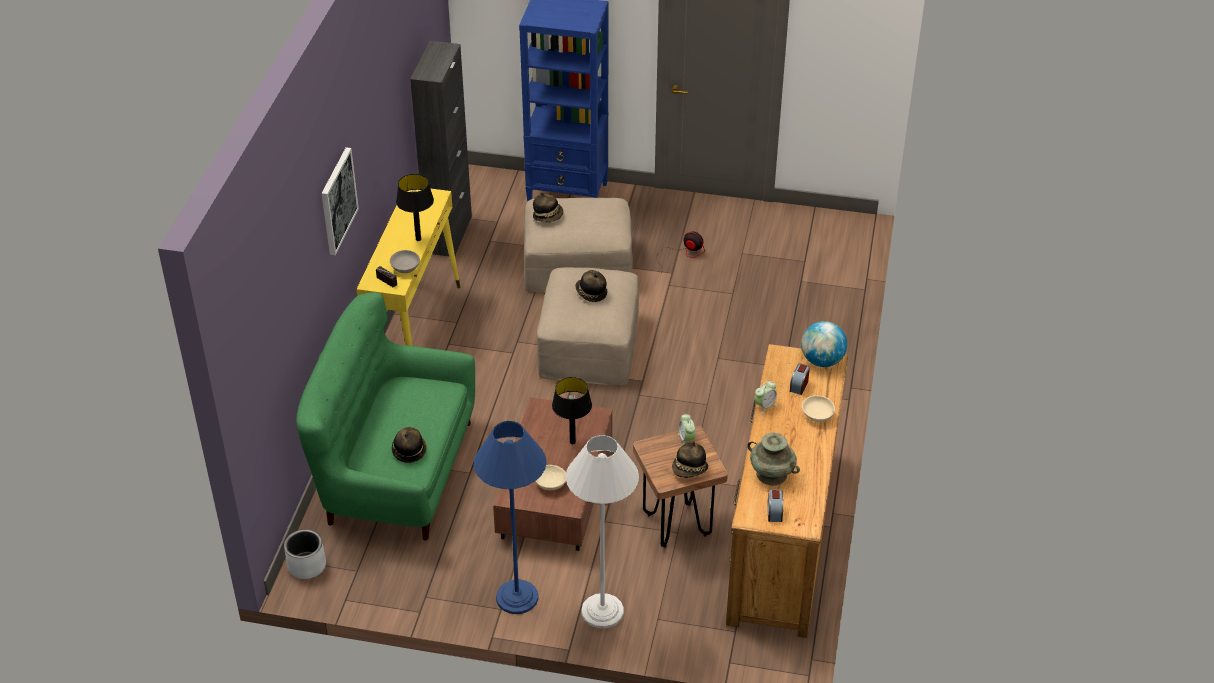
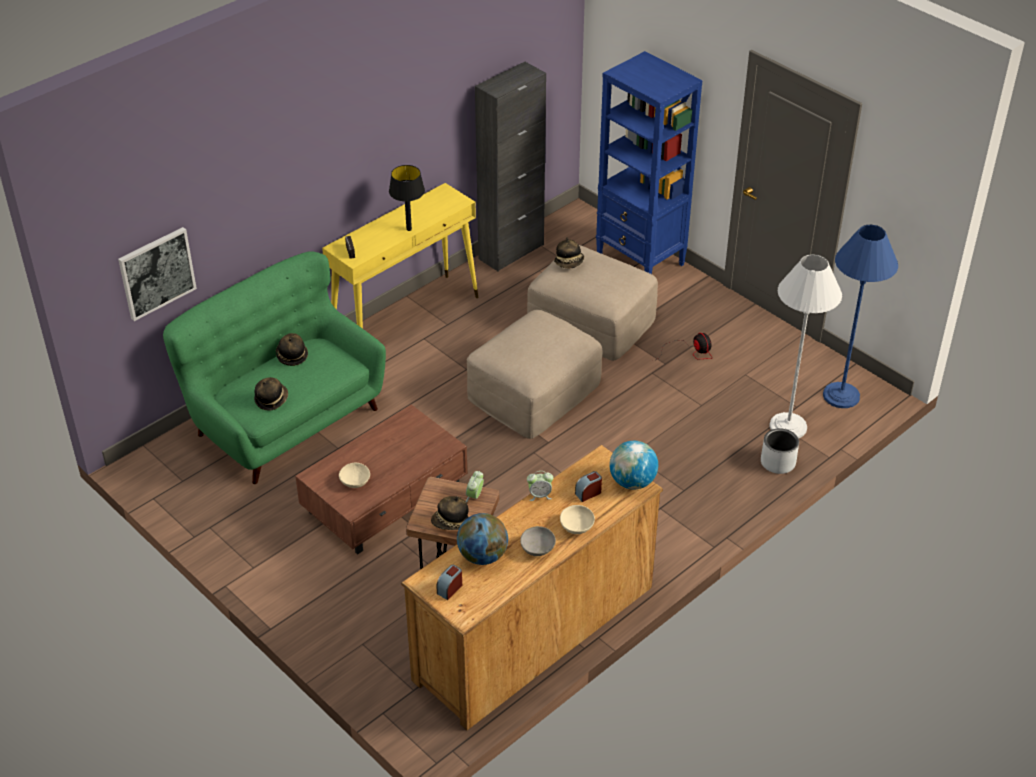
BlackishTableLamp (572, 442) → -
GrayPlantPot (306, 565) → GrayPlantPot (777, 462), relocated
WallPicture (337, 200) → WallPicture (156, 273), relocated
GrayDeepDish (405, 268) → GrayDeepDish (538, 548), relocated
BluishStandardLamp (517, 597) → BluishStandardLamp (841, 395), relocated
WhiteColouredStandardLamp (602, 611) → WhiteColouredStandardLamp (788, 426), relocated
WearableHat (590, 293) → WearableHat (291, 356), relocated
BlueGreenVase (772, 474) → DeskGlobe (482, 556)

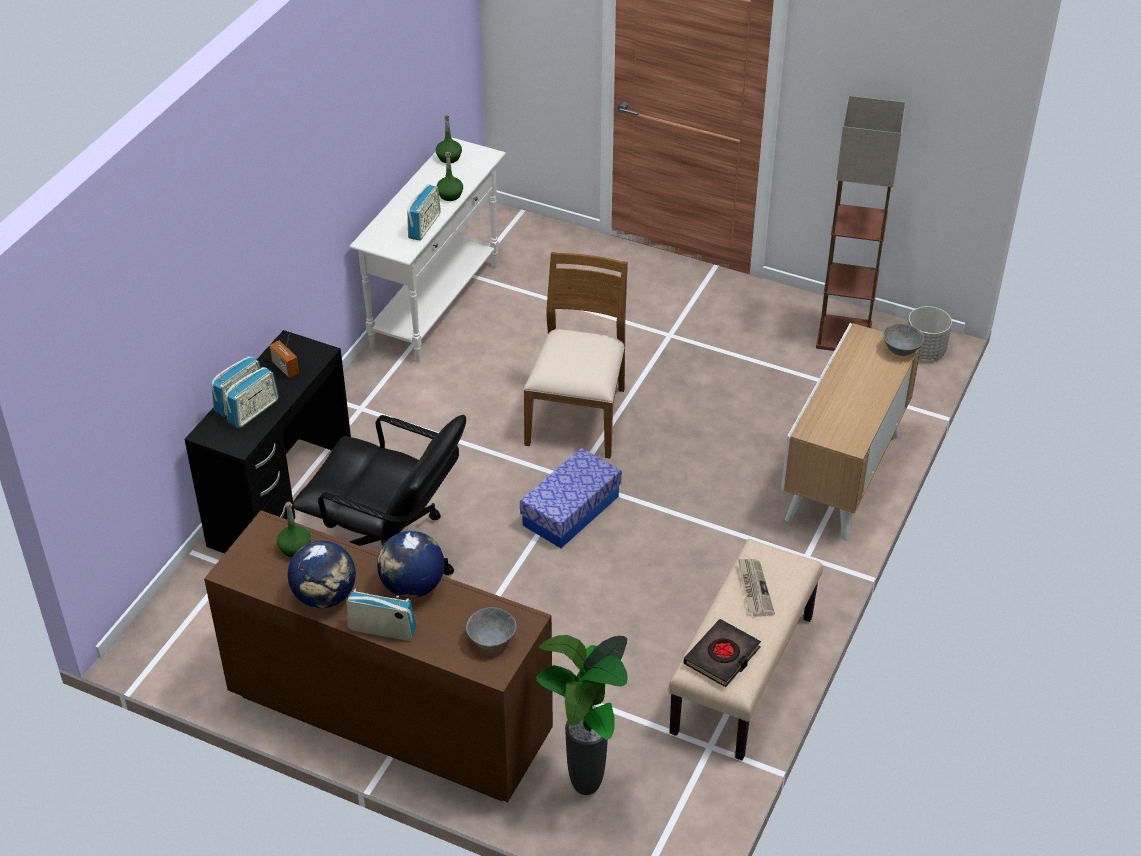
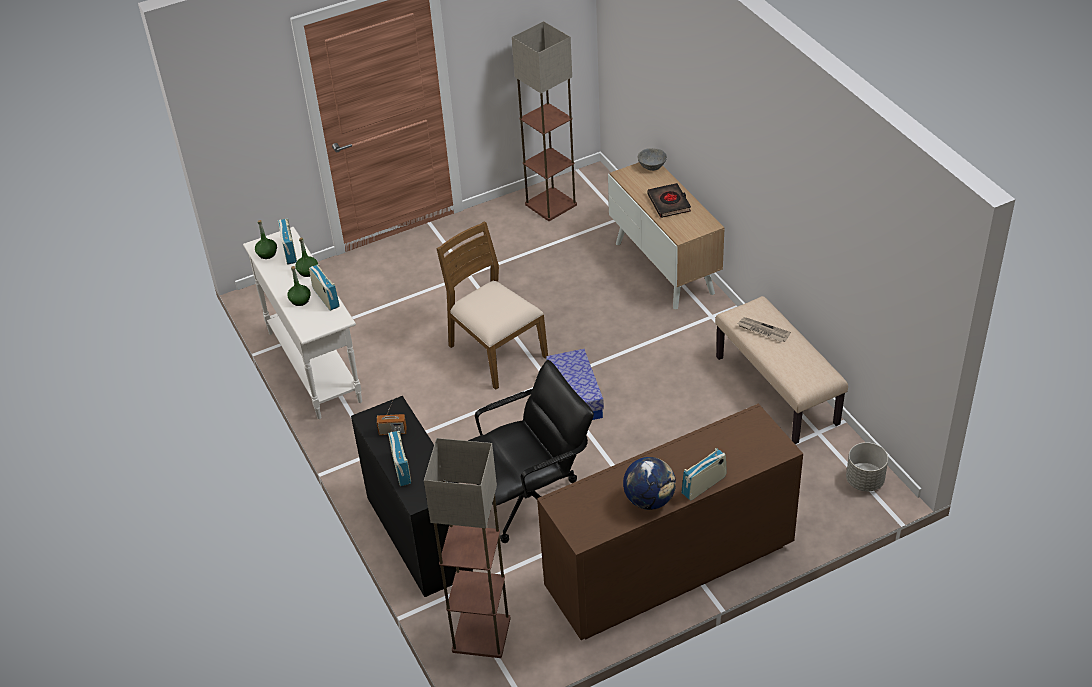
DeskGlobe (412, 586) → -
GrayDeepDish (491, 640) → -
PottedPlant (587, 789) → -
- → StandardLamp (482, 634)
RadioReceiver (254, 411) → RadioReceiver (289, 252), relocated
GreenBeverageBottle (295, 548) → GreenBeverageBottle (300, 300), relocated
BlackishBoundBook (722, 656) → BlackishBoundBook (669, 203), relocated
GrayPlantPot (924, 350) → GrayPlantPot (865, 481), relocated

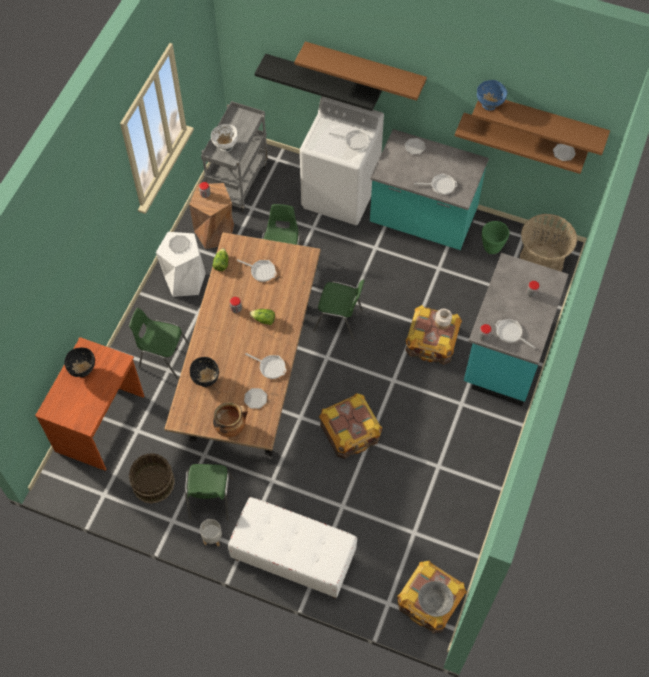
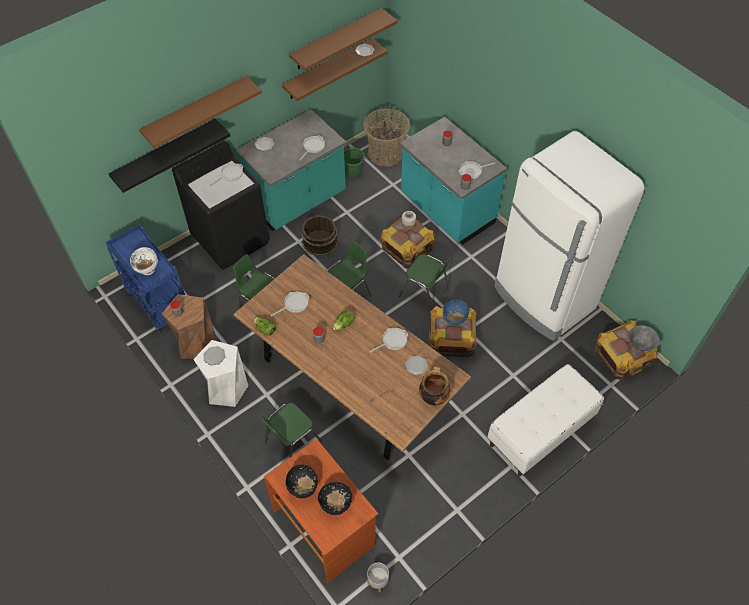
- → WhiteColouredFridge (543, 299)
BrownColouredBucket (152, 482) → BrownColouredBucket (319, 242), relocated
GreenPlainChair (210, 500) → GreenPlainChair (425, 293), relocated
BlackishDeepDish (206, 380) → BlackishDeepDish (336, 505), relocated
GrayPlantPot (212, 538) → GrayPlantPot (377, 582), relocated
BluishDeepDish (489, 105) → BluishDeepDish (454, 321), relocated
GrayCart (238, 181) → BluishCart (157, 302)
WhiteColouredLaundryMachine (341, 194) → BlackishLaundryMachine (231, 239)

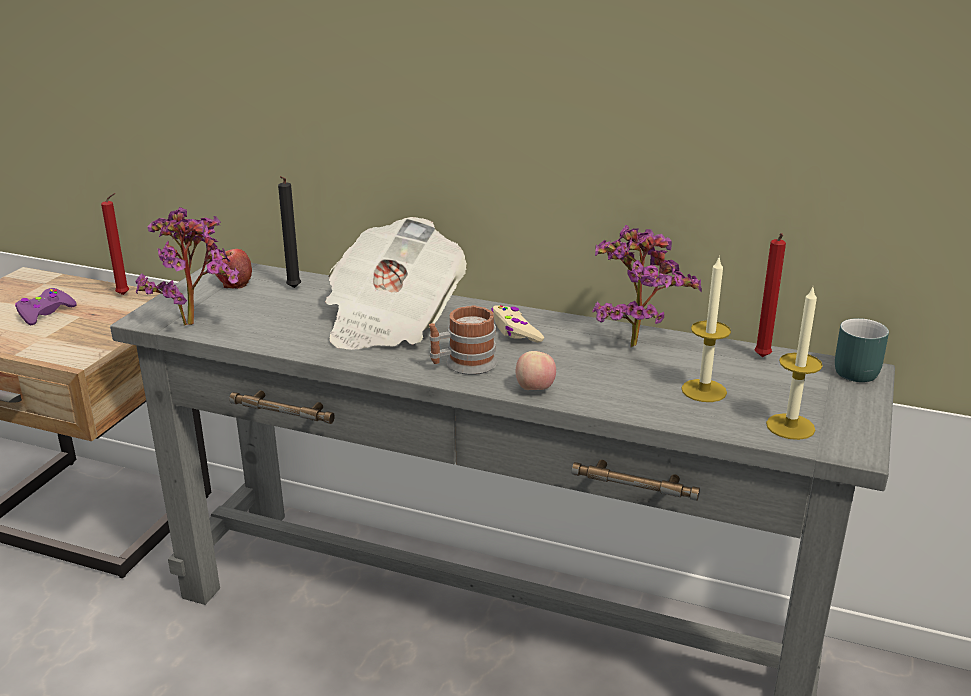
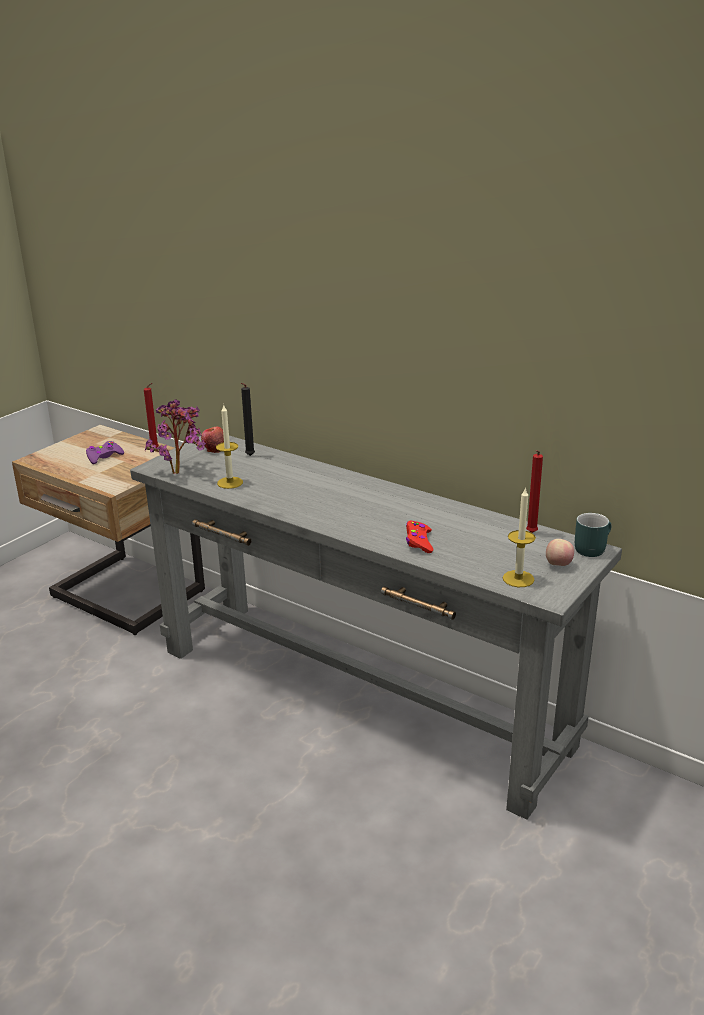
PrintedPaper (390, 321) → -
Mug (463, 365) → -
BeigeColouredGameController (515, 331) → -
PottedPlant (633, 342) → -
- → RedGameController (419, 542)
AppleFruit (535, 389) → AppleFruit (558, 565), relocated
WaxLight (704, 390) → WaxLight (230, 482), relocated

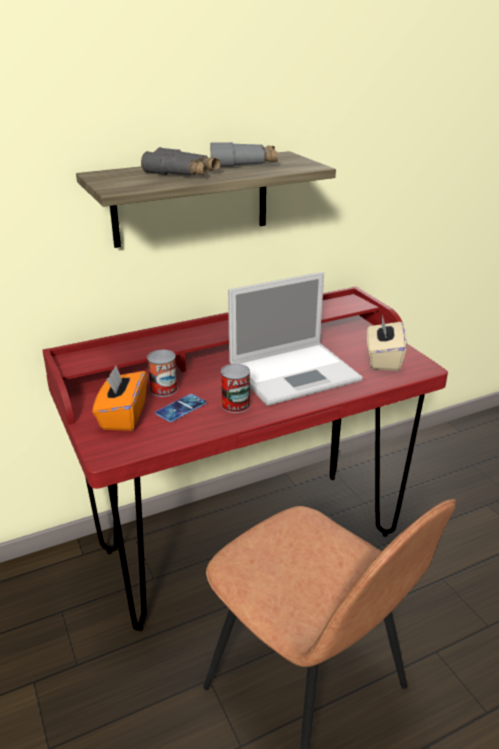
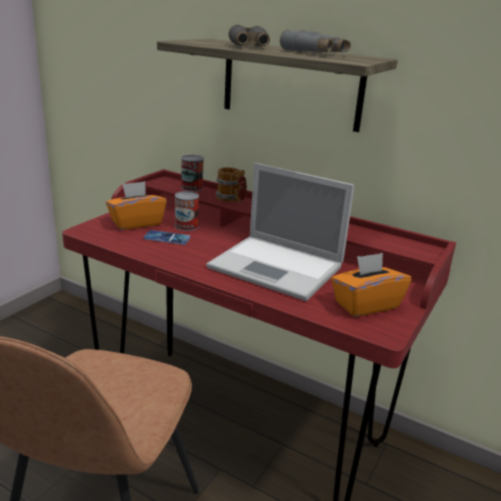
- → Mug (231, 199)
Can (235, 405) → Can (192, 187), relocated
BeigeColouredTissueHolder (383, 359) → OrangeTissueHolder (365, 304)

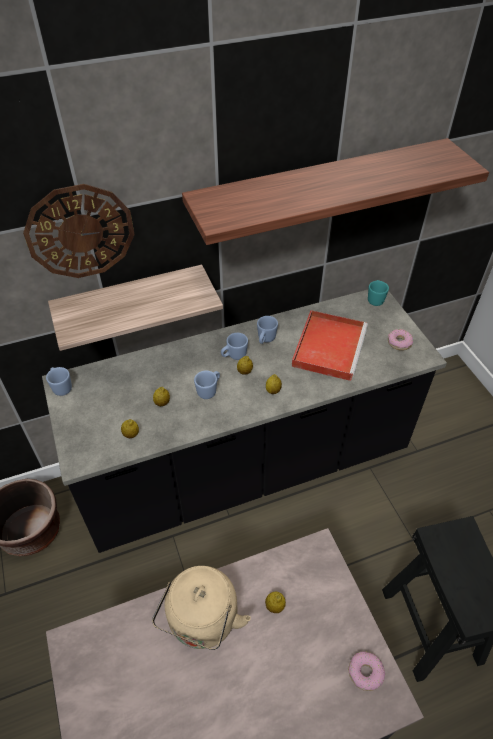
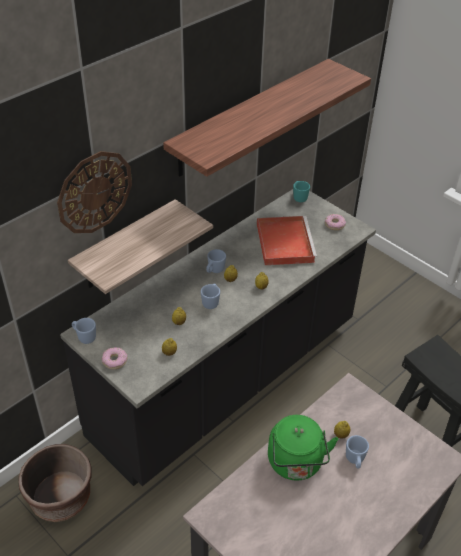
BluishMug (265, 340) → BluishMug (355, 460), relocated
Doughnut (365, 672) → Doughnut (115, 361), relocated
BeigeColouredKettle (202, 622) → GreenKettle (296, 464)

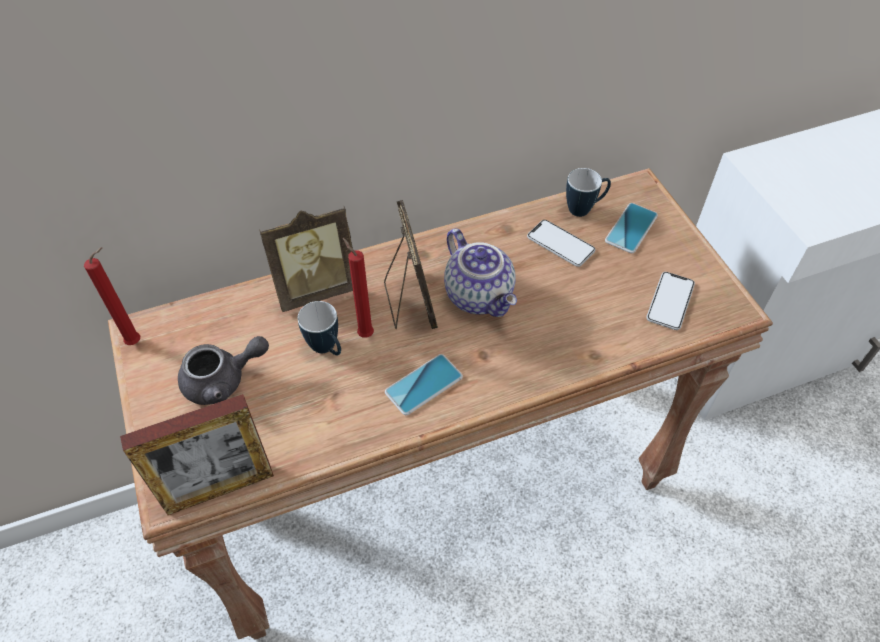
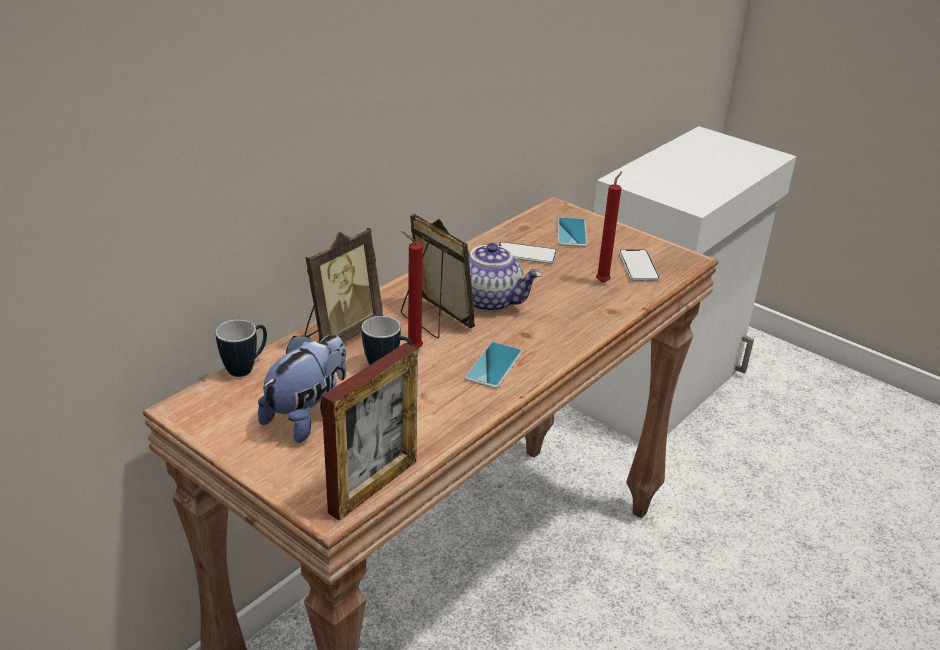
RedWaxLight (137, 341) → RedWaxLight (603, 281), relocated
Mug (584, 209) → Mug (246, 368), relocated
GrayTeapot (223, 381) → SoftToy (308, 416)

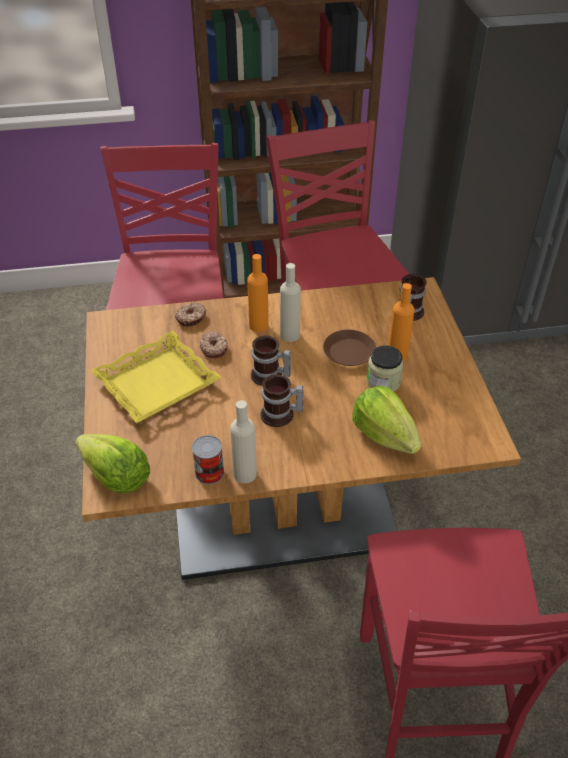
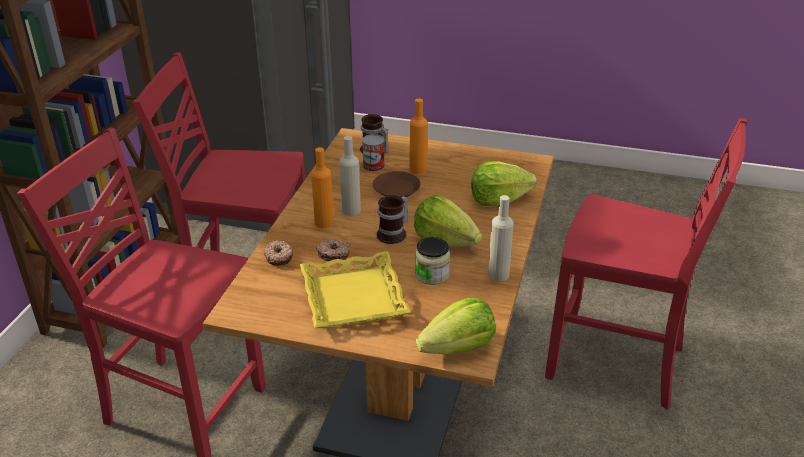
Can (209, 472) → Can (373, 166), relocated
StorageJar (383, 382) → StorageJar (432, 275), relocated
Mug (280, 416) → LettuceHead (445, 240)

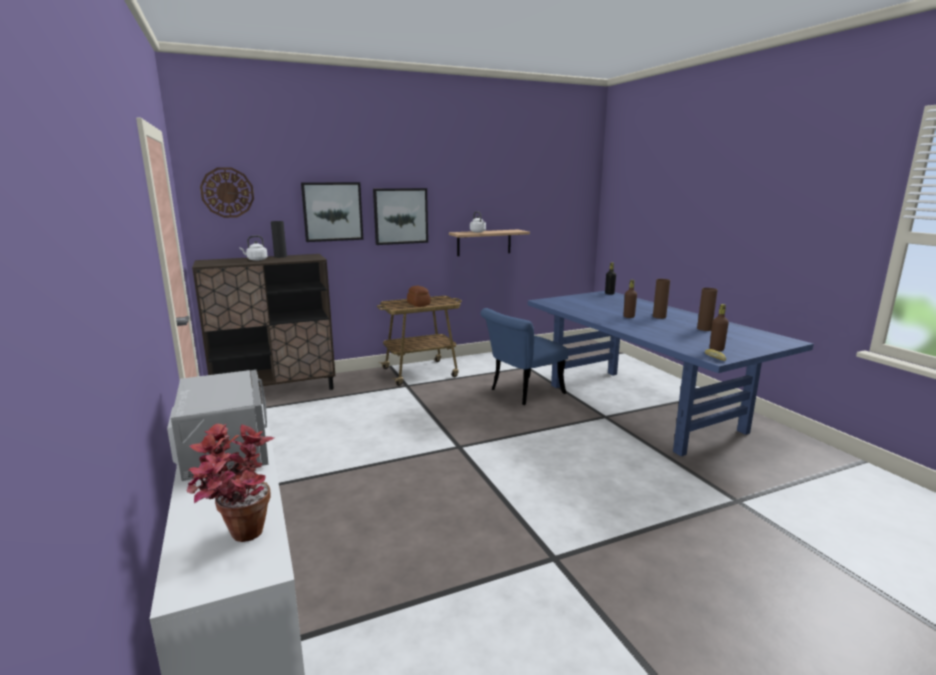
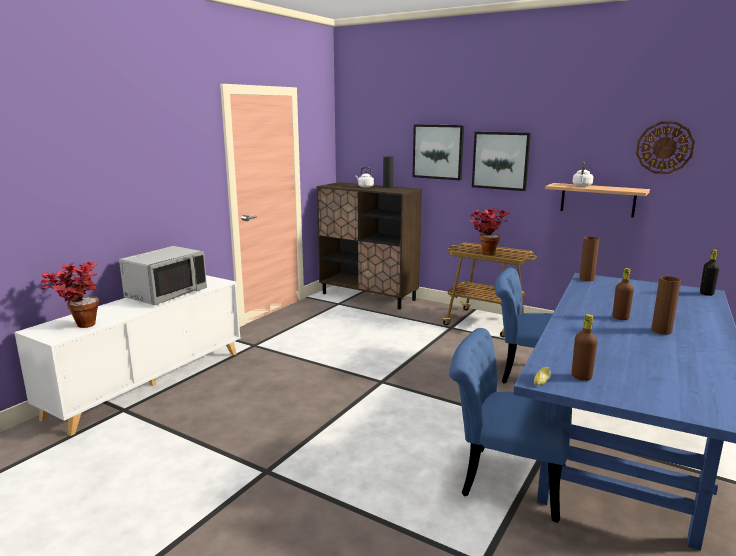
- → BluishPlainChair (503, 479)
HangingClock (227, 192) → HangingClock (664, 147), relocated
BrownColouredVase (704, 329) → BrownColouredVase (586, 279), relocated
BakedBread (418, 304) → PottedPlant (485, 252)

